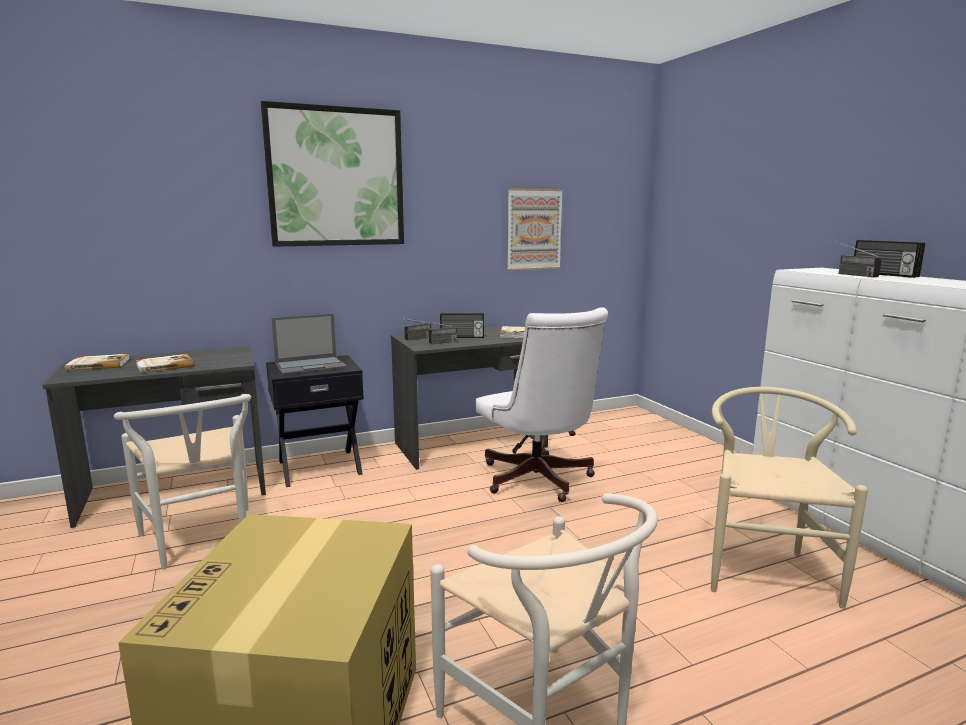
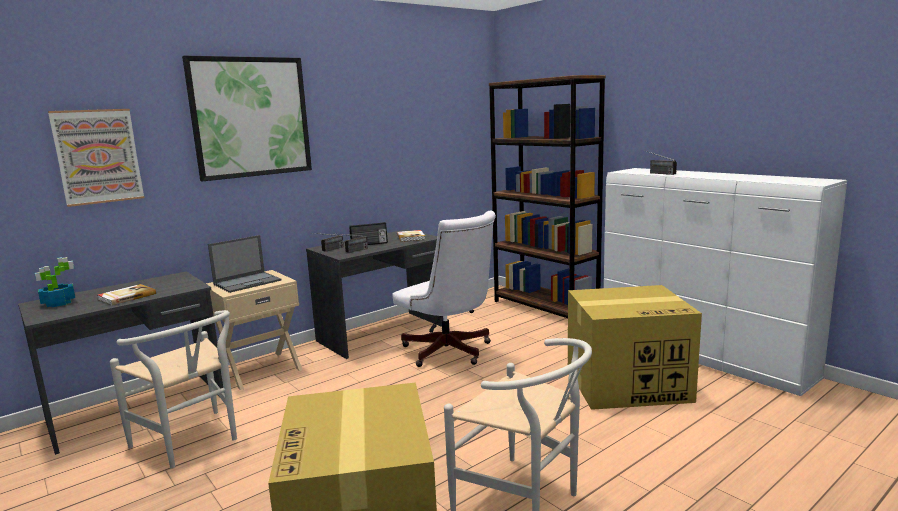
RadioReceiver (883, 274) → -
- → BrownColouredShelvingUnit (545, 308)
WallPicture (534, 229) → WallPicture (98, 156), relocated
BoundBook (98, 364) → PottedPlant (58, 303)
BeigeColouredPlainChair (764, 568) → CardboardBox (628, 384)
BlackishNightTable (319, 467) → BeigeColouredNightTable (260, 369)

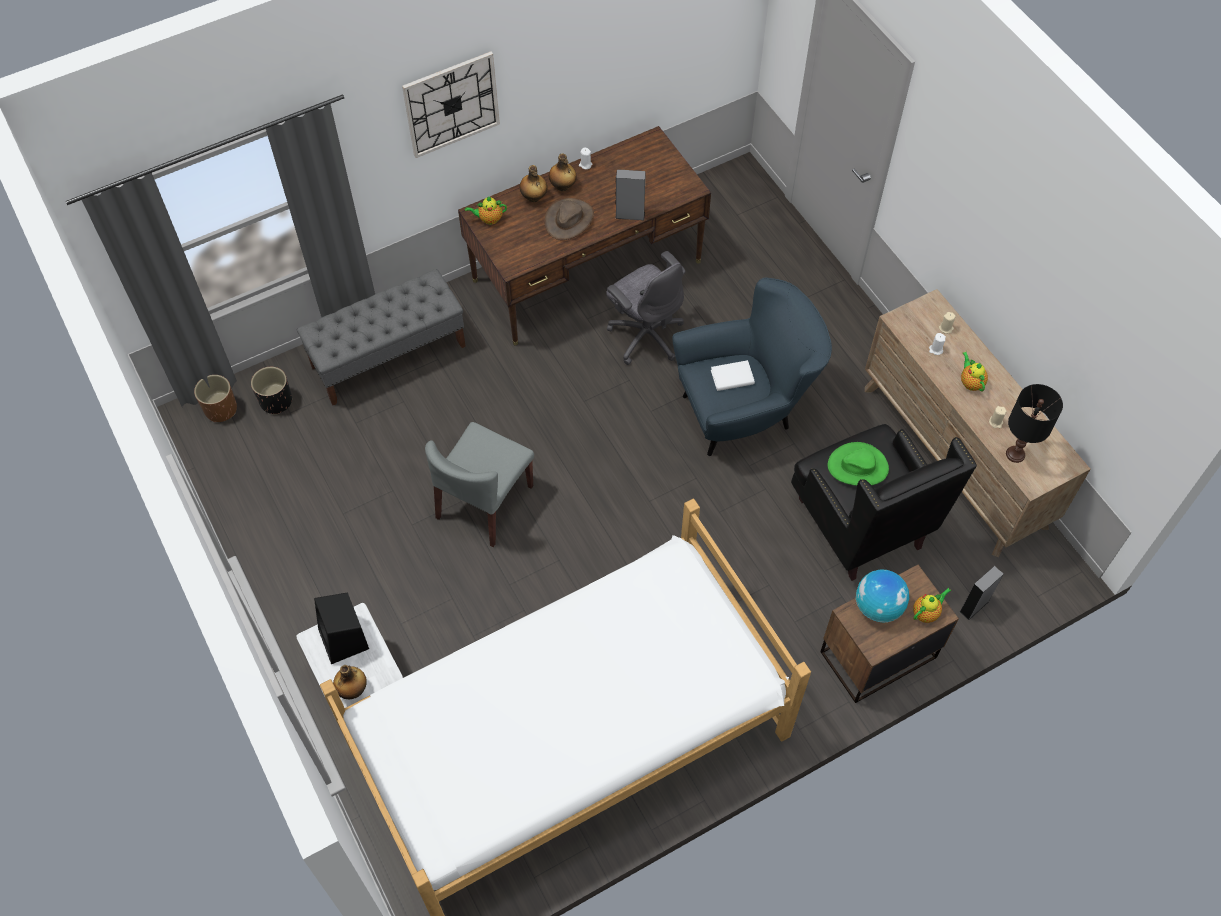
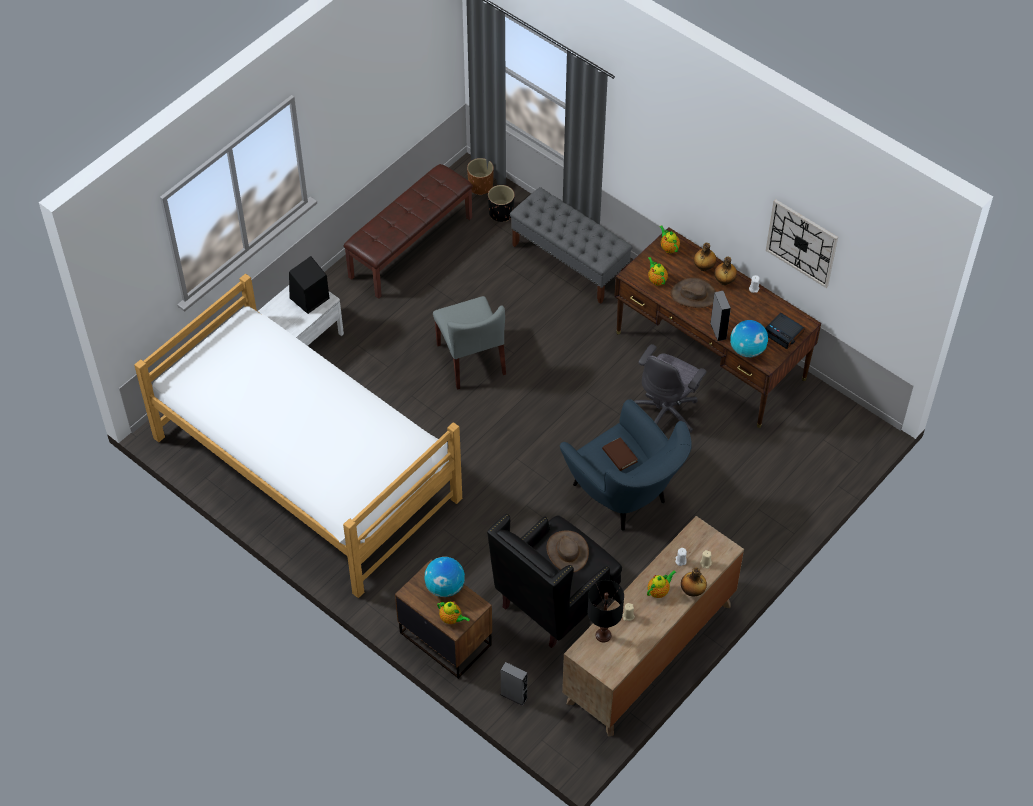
- → BrownColouredBench (410, 246)
- → Teapot (656, 279)
- → DeskGlobe (747, 350)
- → TableClock (784, 333)
BeverageBottle (353, 689) → BeverageBottle (692, 591), relocated
HangingClock (451, 104) → HangingClock (802, 243), relocated
WhiteColouredBoundBook (732, 377) → BrownColouredBoundBook (619, 455)
GreenWearableHat (858, 466) → BrownColouredWearableHat (567, 551)
GrayPlainChair (484, 503) → GrayPlainChair (471, 359), 120 degrees counterclockwise

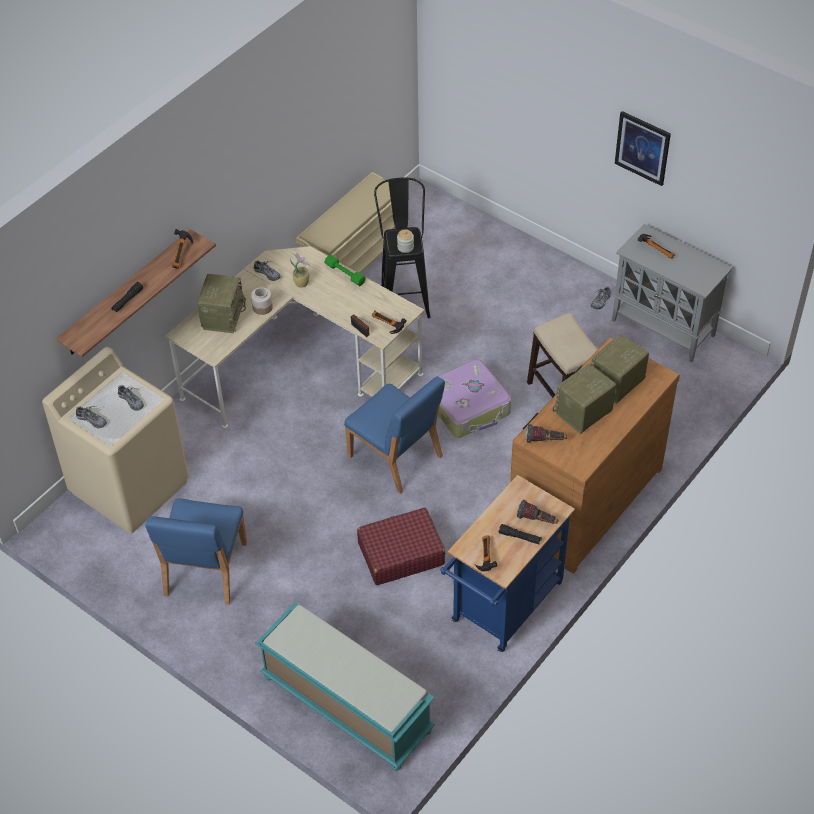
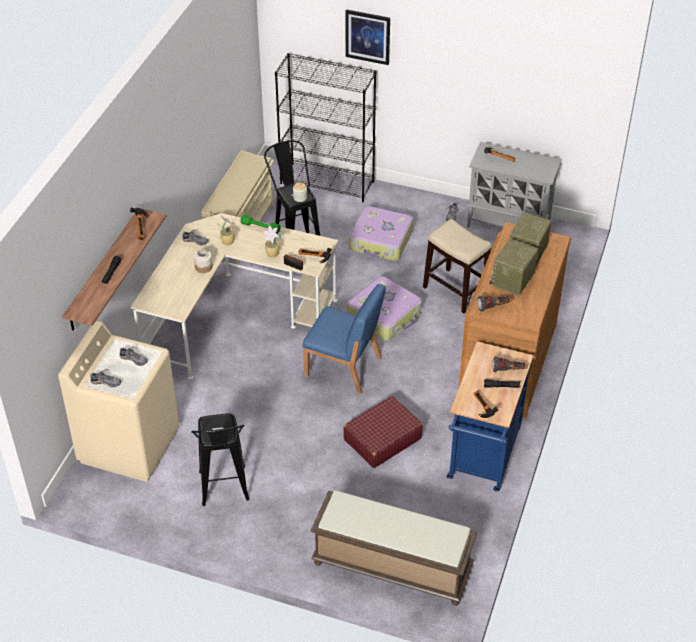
RadioReceiver (222, 316) → -
- → PottedPlant (273, 254)
- → BlackishShelvingUnit (327, 182)
- → PieceOfLuggage (381, 241)
WallPicture (642, 148) → WallPicture (367, 36), relocated
BluishPlainChair (205, 570) → BlackishStool (224, 493)
BlueGreenBench (345, 704) → BrownColouredBench (391, 566)

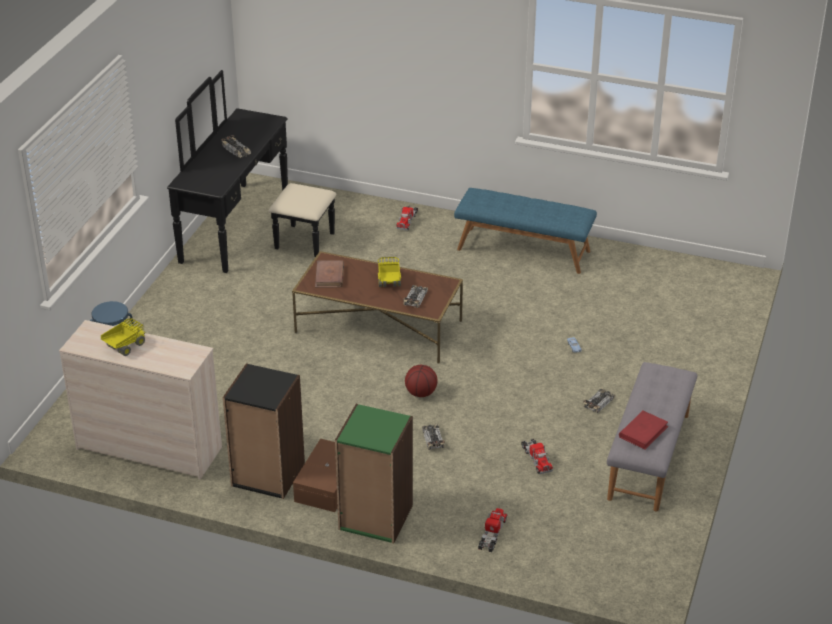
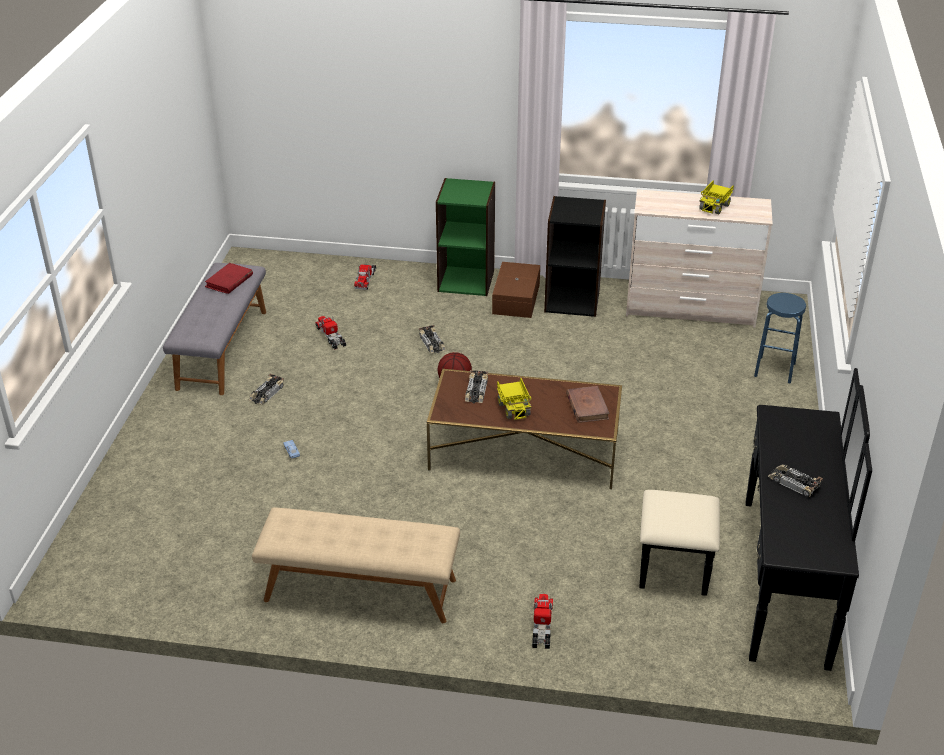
BluishBench (524, 250) → BeigeColouredBench (360, 590)

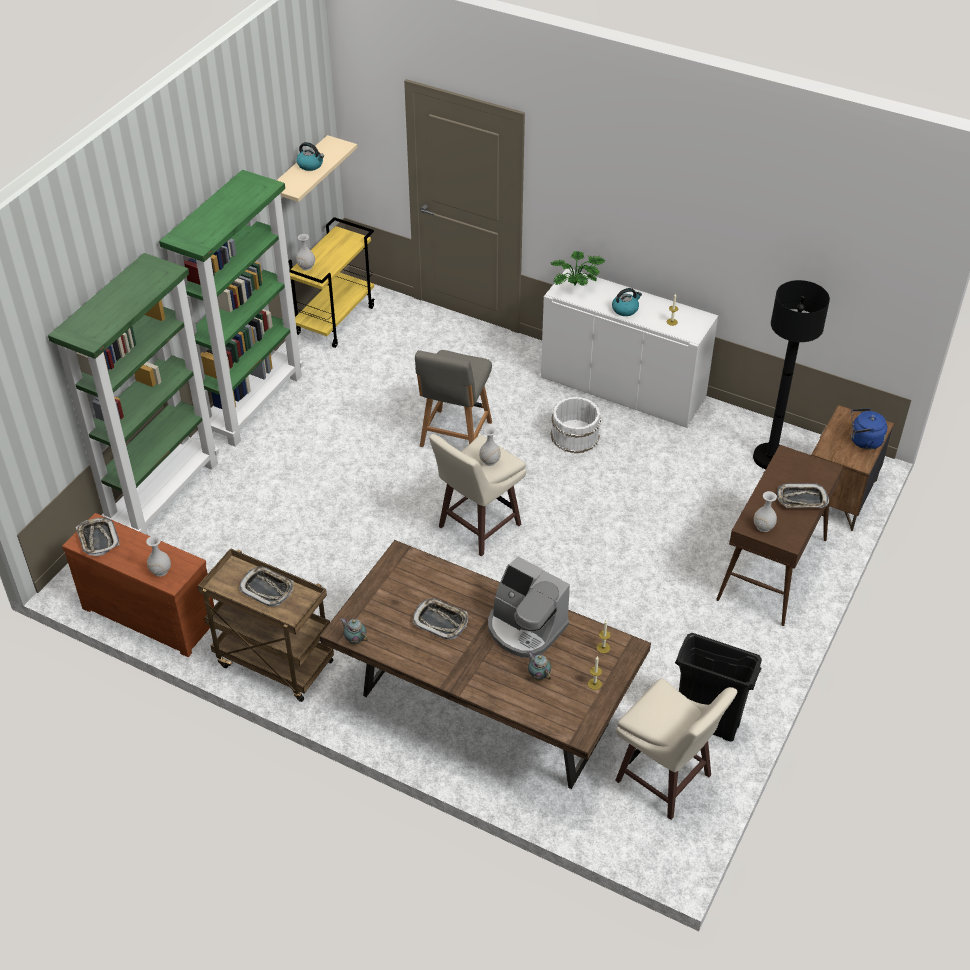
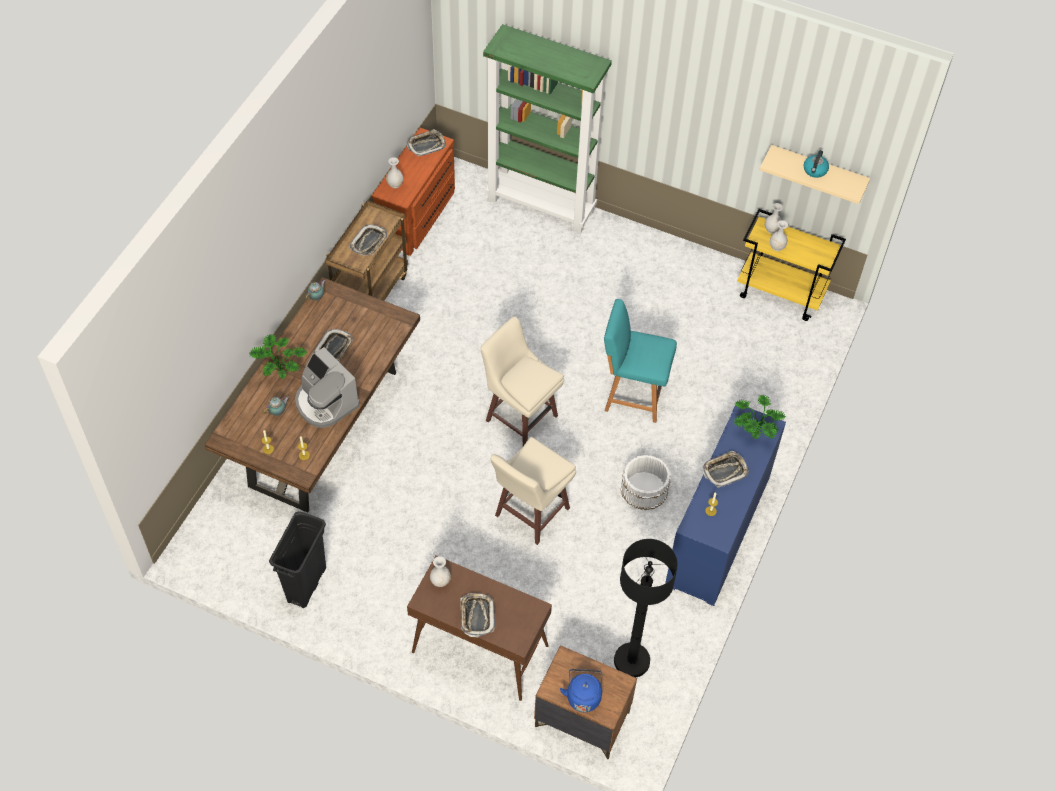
GreenShelvingUnit (252, 403) → -
- → PottedPlant (280, 368)
WhiteColouredVase (490, 461) → WhiteColouredVase (777, 247), relocated
BeigeColouredStool (665, 780) → BeigeColouredStool (530, 513), relocated
Kettle (625, 309) → Tray (725, 471)
GrayPlainChair (455, 436) → BlueGreenPlainChair (633, 395)
WhiteColouredCabinet (622, 388) → BluishCabinet (718, 531)
CoffeeMachine (525, 628) → CoffeeMachine (325, 403), 75 degrees counterclockwise

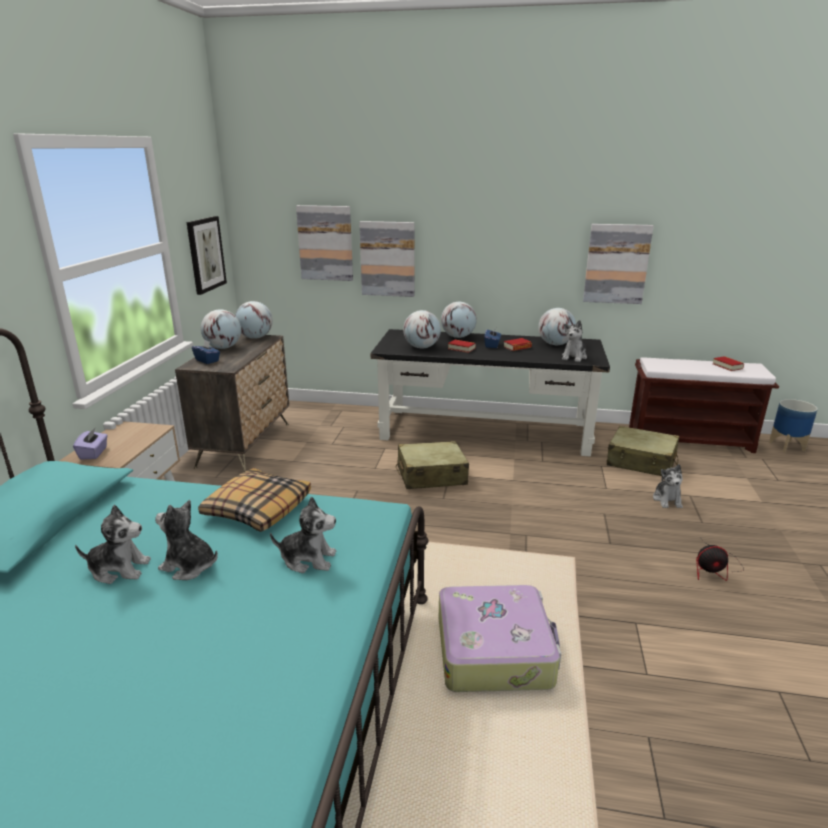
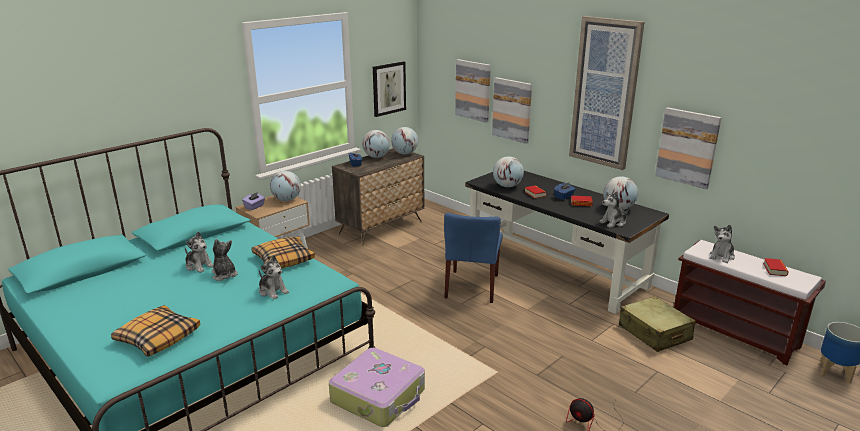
- → Cushion (158, 337)
- → WallPicture (605, 93)
DeskGlobe (458, 337) → DeskGlobe (286, 200), relocated
SoftToy (667, 500) → SoftToy (721, 256), relocated
BeigeColouredPieceOfLuggage (431, 476) → BluishPlainChair (472, 286)

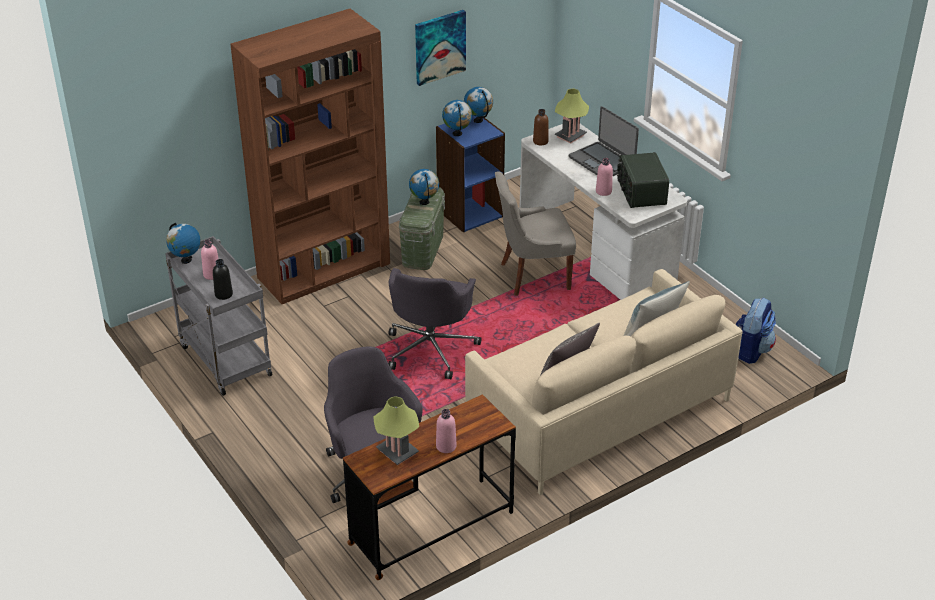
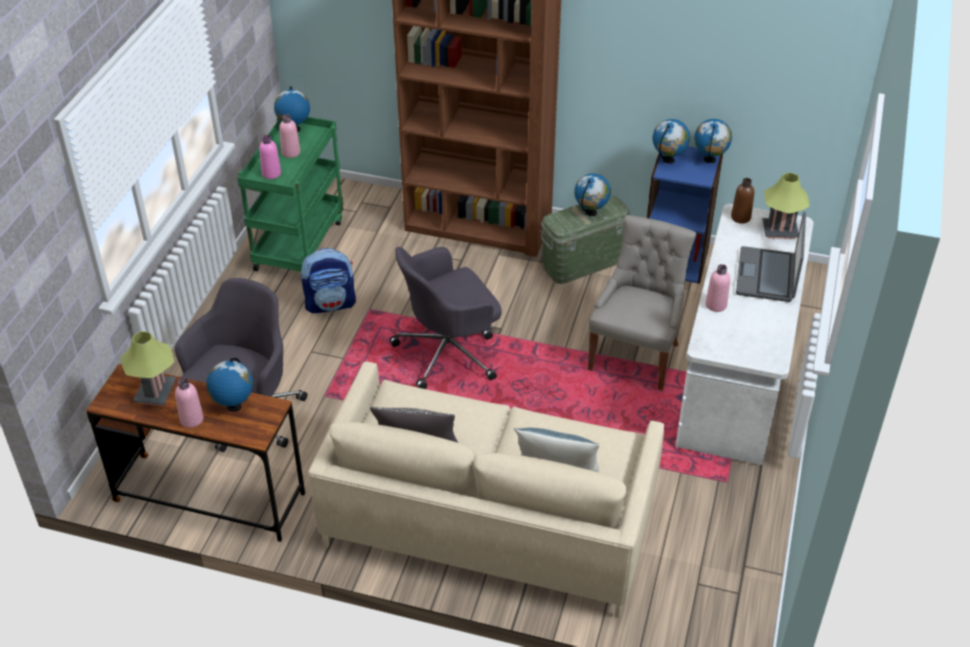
WallPicture (439, 47) → -
RadioReceiver (640, 192) → -
- → DeskGlobe (234, 406)
Backpack (751, 350) → Backpack (331, 304), relocated
GrayCart (223, 359) → GreenCart (299, 243)
BlackishBeverageBottle (223, 294) → PinkColouredBeverageBottle (271, 173)
GrayPlainChair (533, 276) → GrayPlainChair (636, 356), 75 degrees clockwise

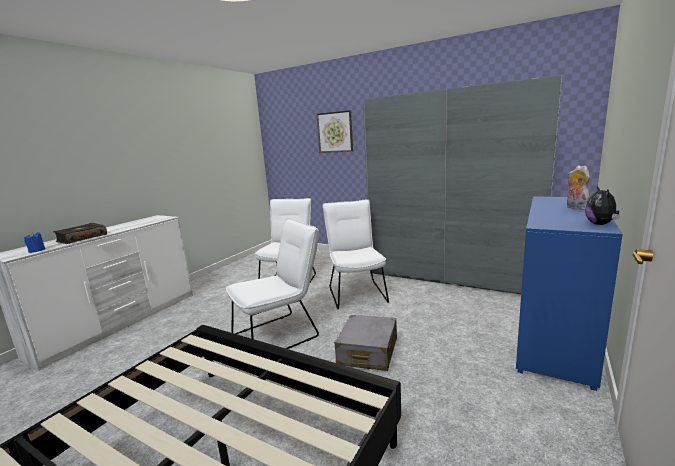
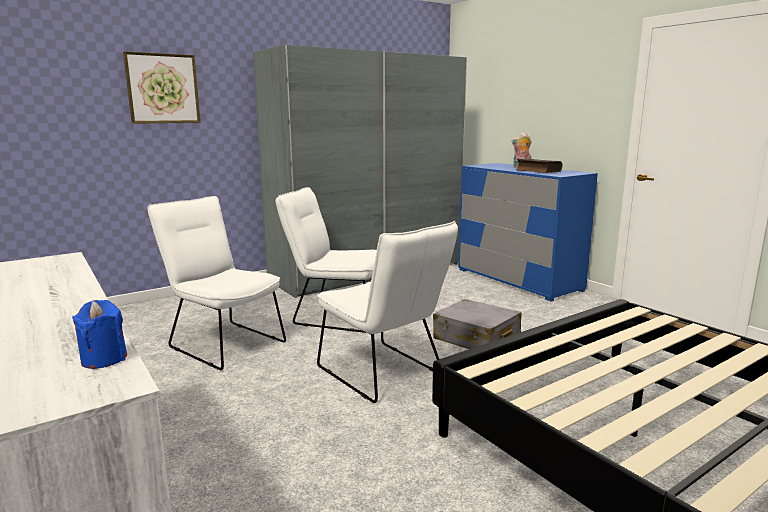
SoftToy (601, 224) → -
BoundBook (81, 238) → BoundBook (537, 171), relocated
WhiteColouredPlainChair (281, 334) → WhiteColouredPlainChair (384, 374), 150 degrees clockwise

